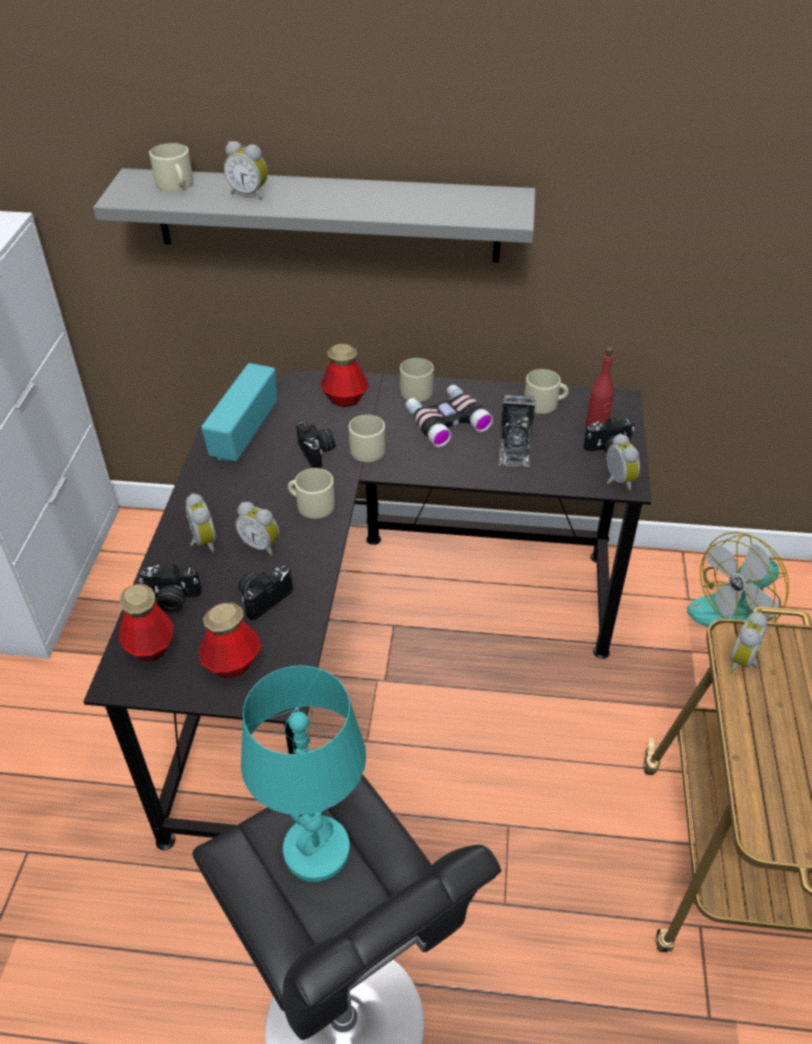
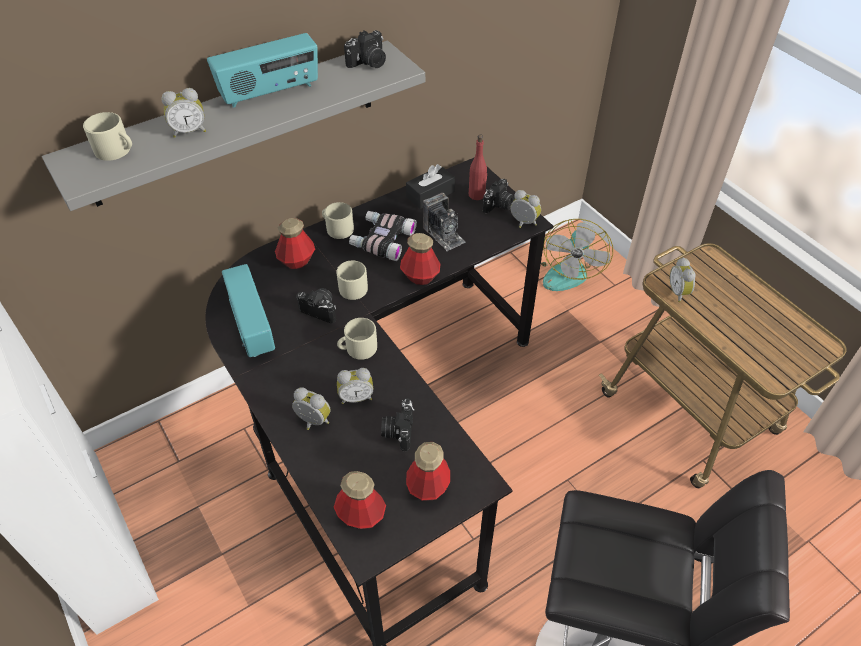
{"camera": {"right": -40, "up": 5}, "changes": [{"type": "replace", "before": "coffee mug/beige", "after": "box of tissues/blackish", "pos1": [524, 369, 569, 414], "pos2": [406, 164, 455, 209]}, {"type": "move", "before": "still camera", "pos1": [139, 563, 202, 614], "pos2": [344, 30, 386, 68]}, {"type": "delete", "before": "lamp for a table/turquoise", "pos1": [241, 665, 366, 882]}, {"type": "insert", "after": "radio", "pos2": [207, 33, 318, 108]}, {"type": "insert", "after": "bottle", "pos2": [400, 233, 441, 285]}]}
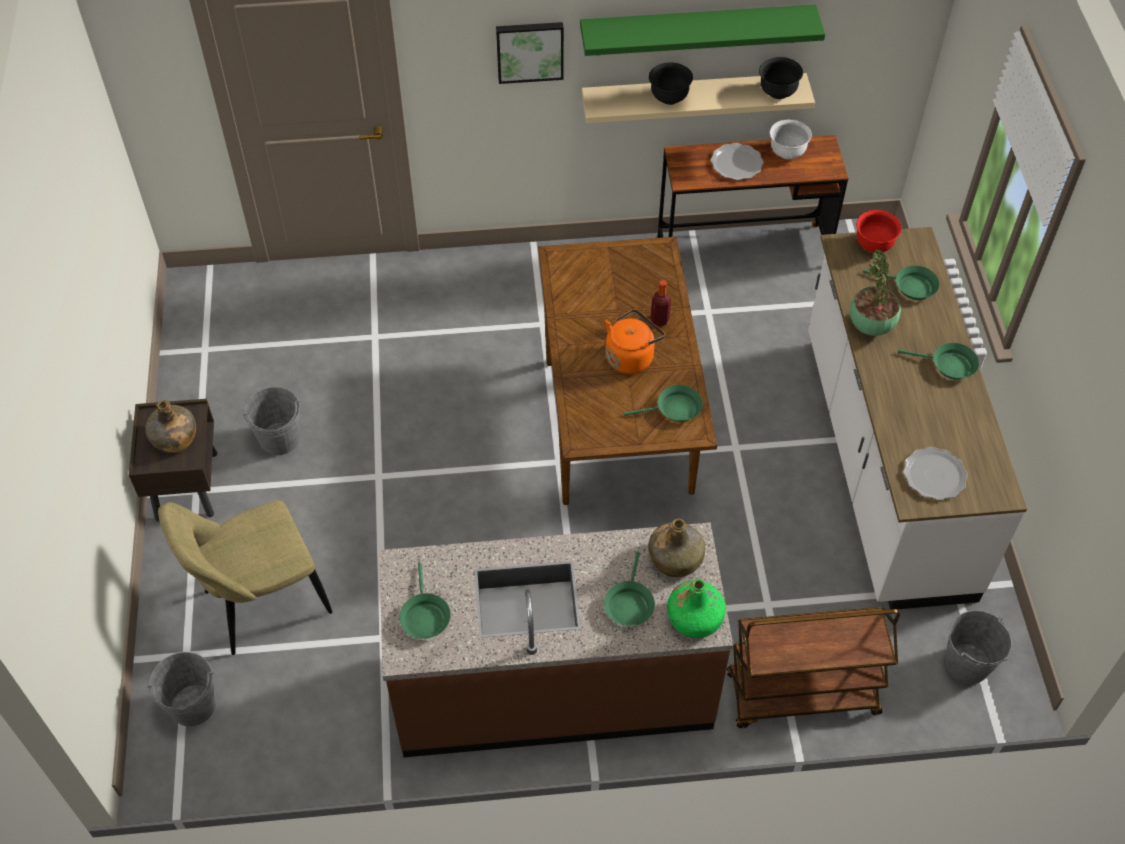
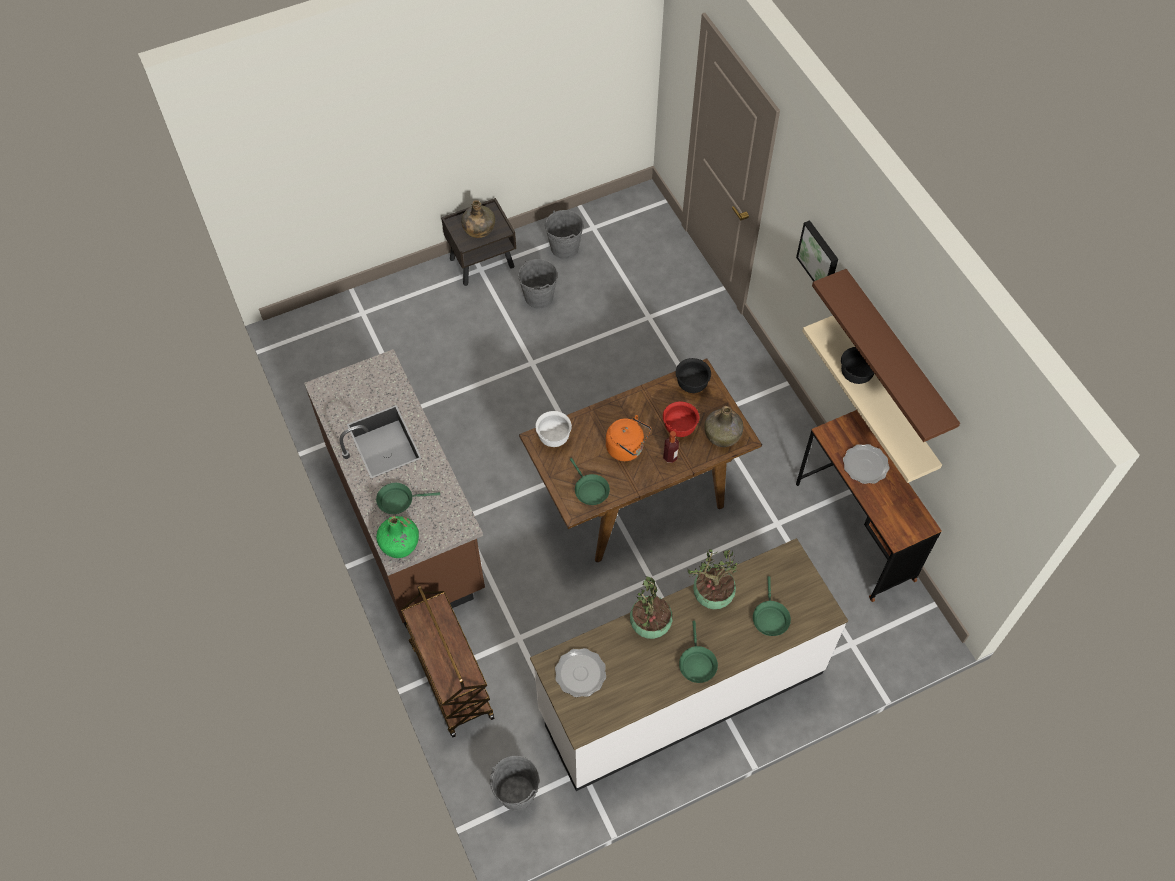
{"camera": {"right": 70, "up": 5}, "changes": [{"type": "recolor", "before": "wall shelf/green-coloured", "after": "wall shelf/brown", "pos1": [580, 5, 825, 56], "pos2": [812, 269, 960, 442]}, {"type": "move", "before": "bowl/blackish", "pos1": [759, 57, 803, 99], "pos2": [676, 358, 711, 393]}, {"type": "move", "before": "bowl/white", "pos1": [769, 119, 812, 159], "pos2": [535, 411, 572, 447]}, {"type": "move", "before": "bowl/red-coloured", "pos1": [856, 210, 902, 253], "pos2": [663, 402, 699, 437]}, {"type": "delete", "before": "chair/beige", "pos1": [158, 500, 332, 655]}, {"type": "move", "before": "bottle/green-coloured", "pos1": [648, 518, 705, 577], "pos2": [704, 406, 743, 447]}, {"type": "delete", "before": "pan/green-coloured", "pos1": [399, 563, 451, 639]}, {"type": "move", "before": "pail/greyish", "pos1": [147, 652, 216, 727], "pos2": [545, 210, 584, 259]}, {"type": "insert", "after": "houseplant", "pos2": [630, 577, 673, 639]}]}
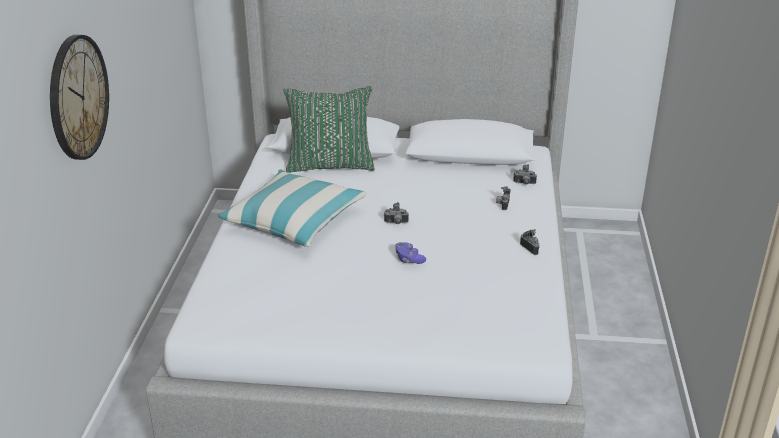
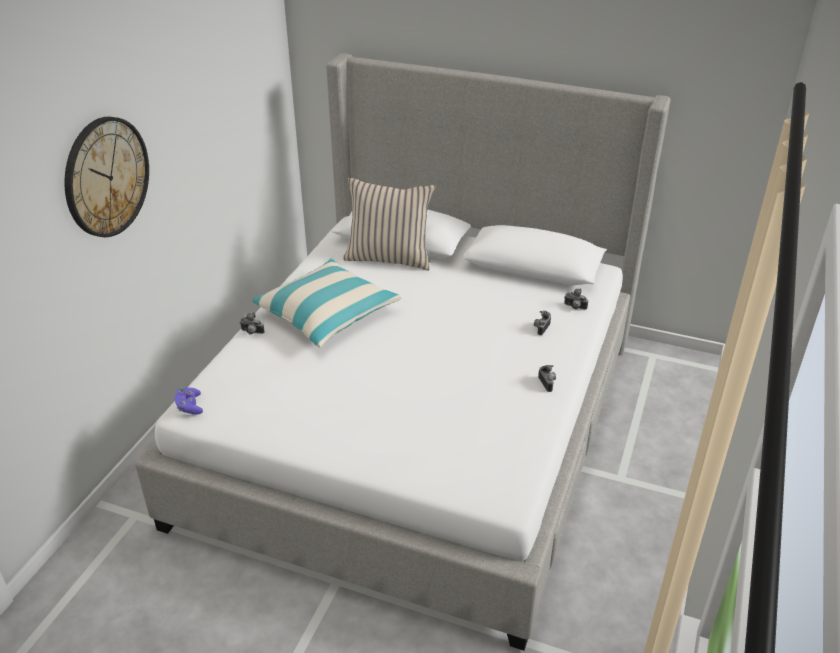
{"camera": {"right": 15, "up": 5}, "changes": [{"type": "recolor", "before": "pillow/green-coloured", "after": "pillow/beige", "pos1": [283, 86, 375, 172], "pos2": [343, 178, 436, 270]}, {"type": "move", "before": "still camera", "pos1": [384, 202, 409, 224], "pos2": [240, 312, 264, 335]}, {"type": "move", "before": "joypad/purple-coloured", "pos1": [395, 242, 426, 264], "pos2": [175, 387, 203, 415]}]}
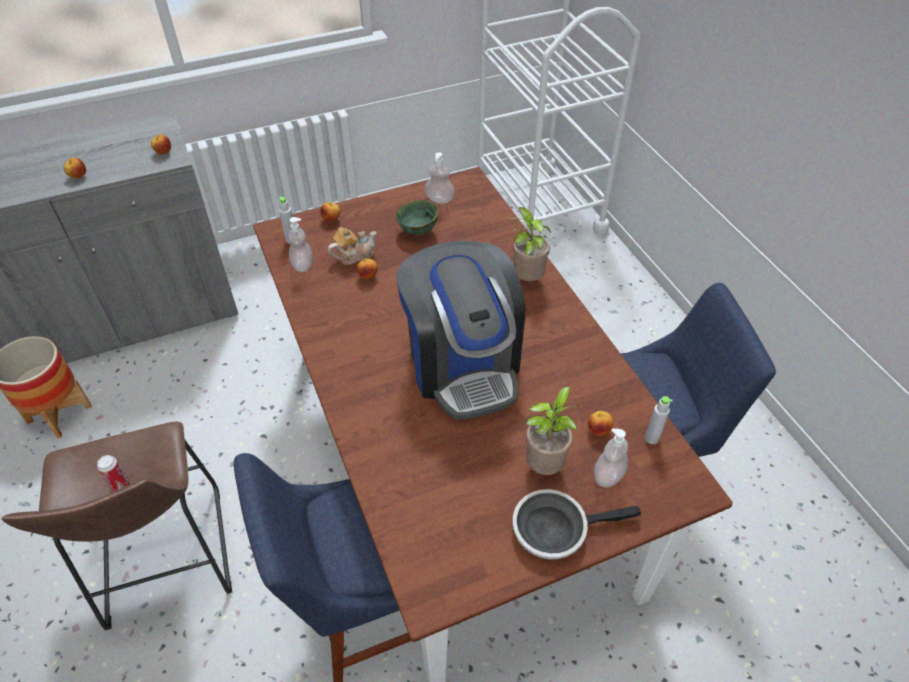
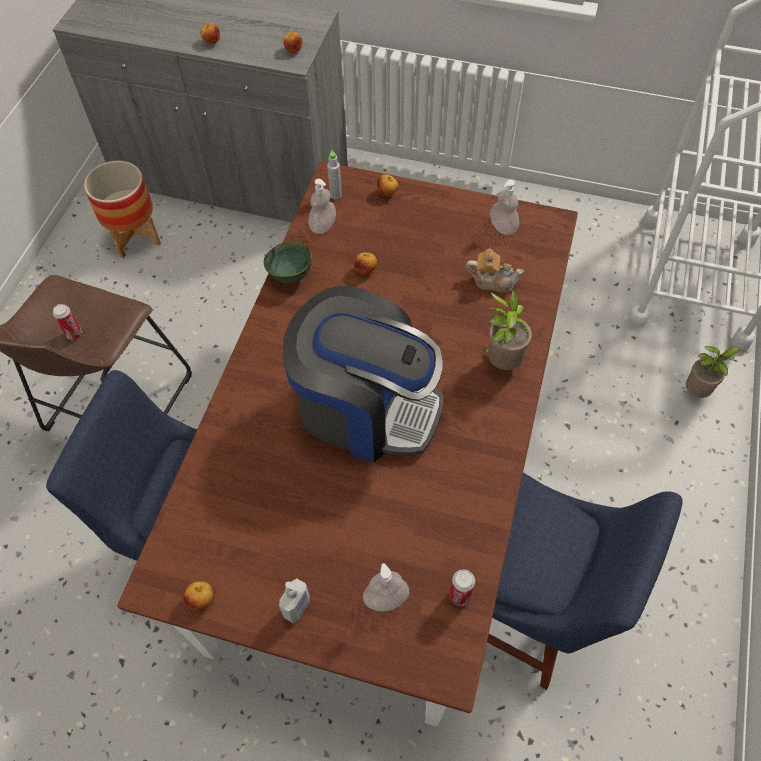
{"camera": {"right": 40, "up": 10}, "changes": [{"type": "move", "before": "bowl/green-coloured", "pos1": [396, 200, 438, 235], "pos2": [264, 242, 312, 283]}, {"type": "move", "before": "pot for tea", "pos1": [328, 227, 376, 265], "pos2": [466, 249, 524, 293]}, {"type": "rotate", "before": "coffee brewer", "pos1": [396, 241, 525, 420], "pos2": [283, 286, 443, 462], "turn": -90}, {"type": "move", "before": "houseplant", "pos1": [526, 386, 580, 475], "pos2": [686, 346, 740, 398]}, {"type": "replace", "before": "bottle/greyish", "after": "sealed can", "pos1": [645, 396, 673, 444], "pos2": [449, 569, 475, 606]}, {"type": "move", "before": "whole apple", "pos1": [588, 411, 614, 436], "pos2": [183, 581, 213, 610]}, {"type": "replace", "before": "pan", "after": "liquid soap bottle", "pos1": [512, 489, 641, 559], "pos2": [279, 578, 310, 623]}]}
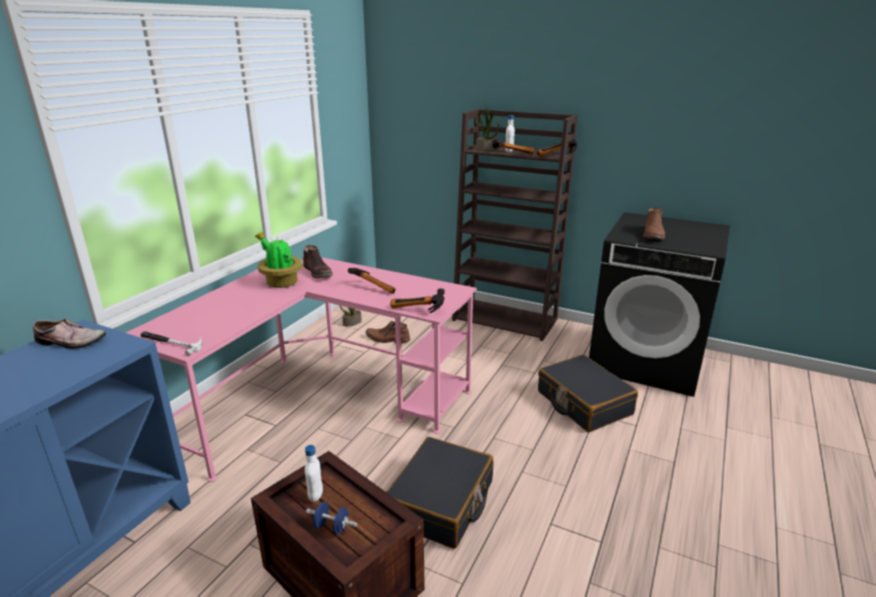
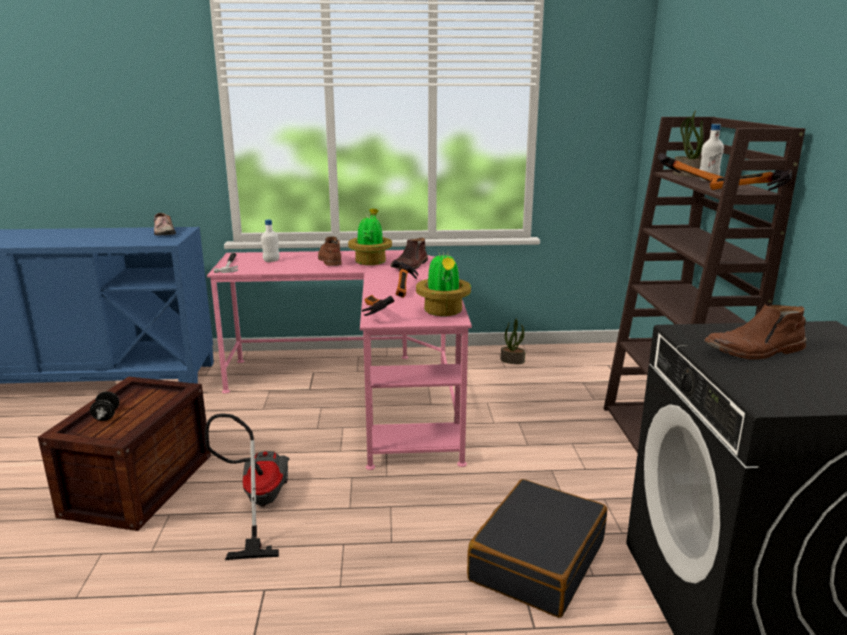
{"camera": {"right": 60, "up": -5}, "changes": [{"type": "move", "before": "boot/brown", "pos1": [365, 321, 410, 344], "pos2": [318, 236, 342, 266]}, {"type": "replace", "before": "piece of luggage/blackish", "after": "vacuum", "pos1": [386, 437, 494, 549], "pos2": [205, 414, 289, 560]}, {"type": "move", "before": "bottle/white", "pos1": [305, 445, 323, 502], "pos2": [261, 219, 280, 262]}, {"type": "recolor", "before": "dumbbell/blue-coloured", "after": "dumbbell/blackish", "pos1": [306, 502, 357, 535], "pos2": [90, 391, 119, 421]}, {"type": "insert", "after": "houseplant", "pos2": [416, 250, 471, 316]}]}
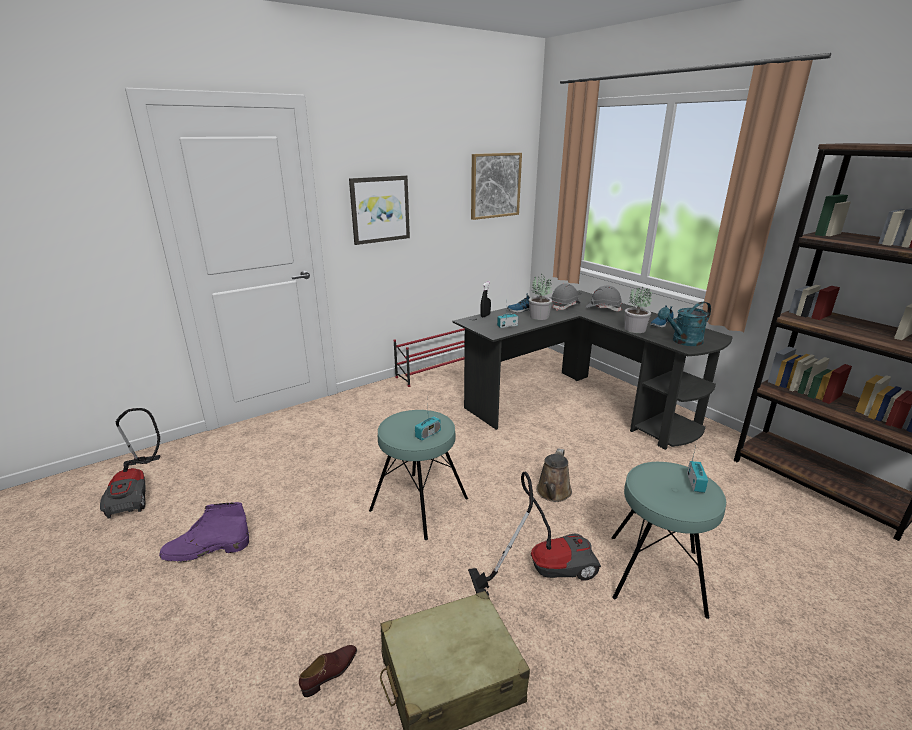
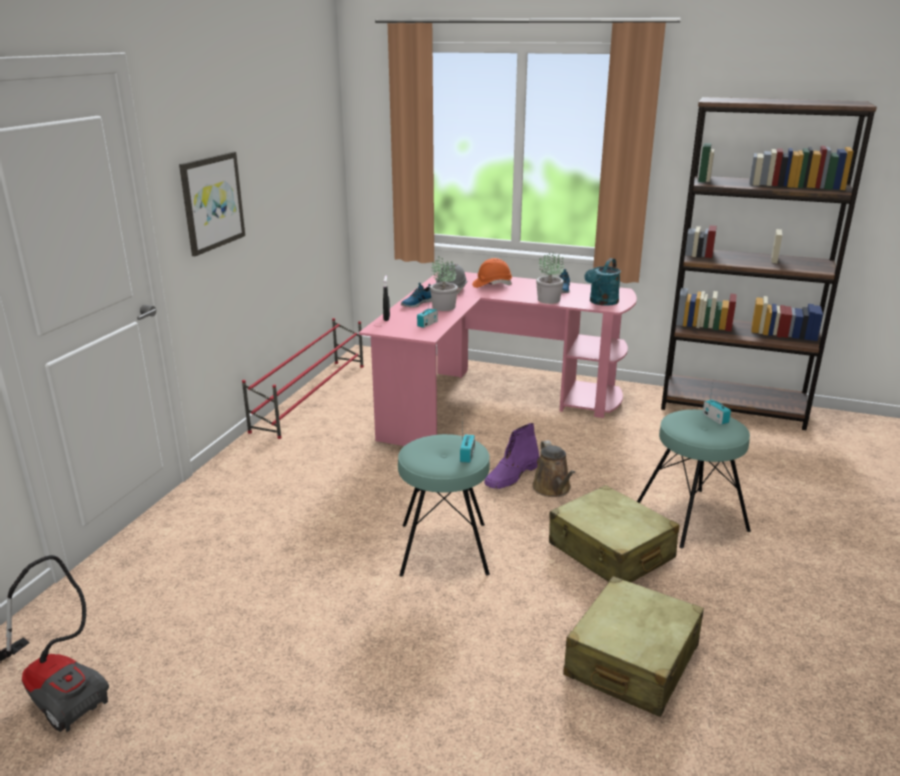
{"camera": {"right": -35, "up": 0}, "changes": [{"type": "delete", "before": "wall picture", "pos1": [471, 153, 522, 220]}, {"type": "recolor", "before": "work helmet/greyish", "after": "work helmet/orange", "pos1": [586, 285, 622, 311], "pos2": [472, 258, 512, 288]}, {"type": "recolor", "before": "desk/blackish", "after": "desk/pinkish", "pos1": [452, 290, 733, 450], "pos2": [359, 272, 637, 446]}, {"type": "replace", "before": "vacuum", "after": "piece of luggage/beige", "pos1": [468, 472, 601, 596], "pos2": [549, 485, 680, 582]}, {"type": "move", "before": "boot/purple-coloured", "pos1": [159, 502, 249, 563], "pos2": [484, 423, 540, 489]}, {"type": "delete", "before": "shoe/brown", "pos1": [299, 645, 357, 697]}]}
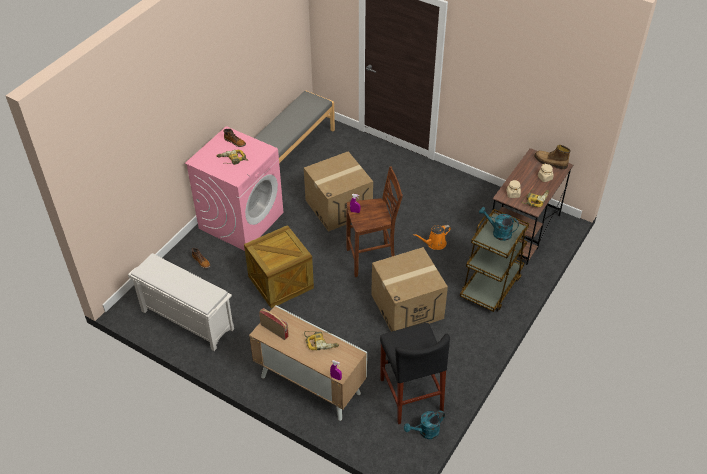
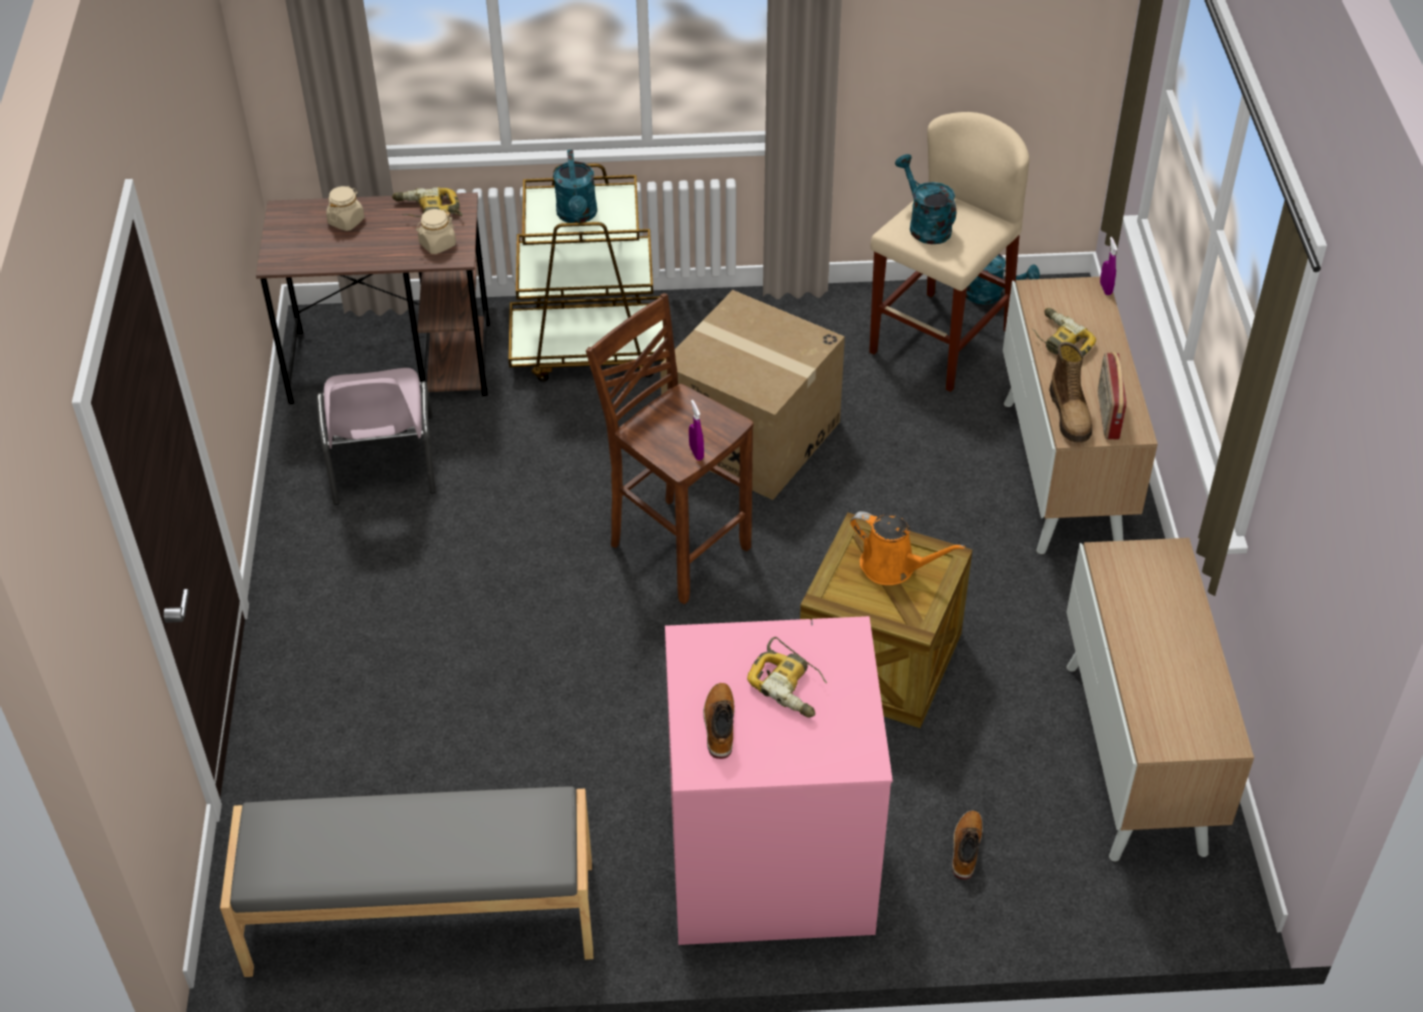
{"camera": {"right": -125, "up": 0}, "changes": [{"type": "move", "before": "boot", "pos1": [534, 145, 570, 169], "pos2": [1049, 342, 1092, 443]}, {"type": "delete", "before": "carton", "pos1": [304, 151, 373, 232]}, {"type": "move", "before": "sprinkling can/orange", "pos1": [413, 225, 451, 250], "pos2": [850, 511, 965, 585]}, {"type": "replace", "before": "shoe rack/white", "after": "cupboard", "pos1": [128, 253, 234, 351], "pos2": [1066, 538, 1254, 861]}, {"type": "recolor", "before": "stool seat/blackish", "after": "stool seat/beige", "pos1": [380, 323, 450, 424], "pos2": [869, 112, 1029, 392]}, {"type": "insert", "after": "sprinkling can/turquoise", "pos2": [895, 154, 956, 244]}, {"type": "insert", "after": "chair/pinkish", "pos2": [317, 368, 436, 505]}]}
